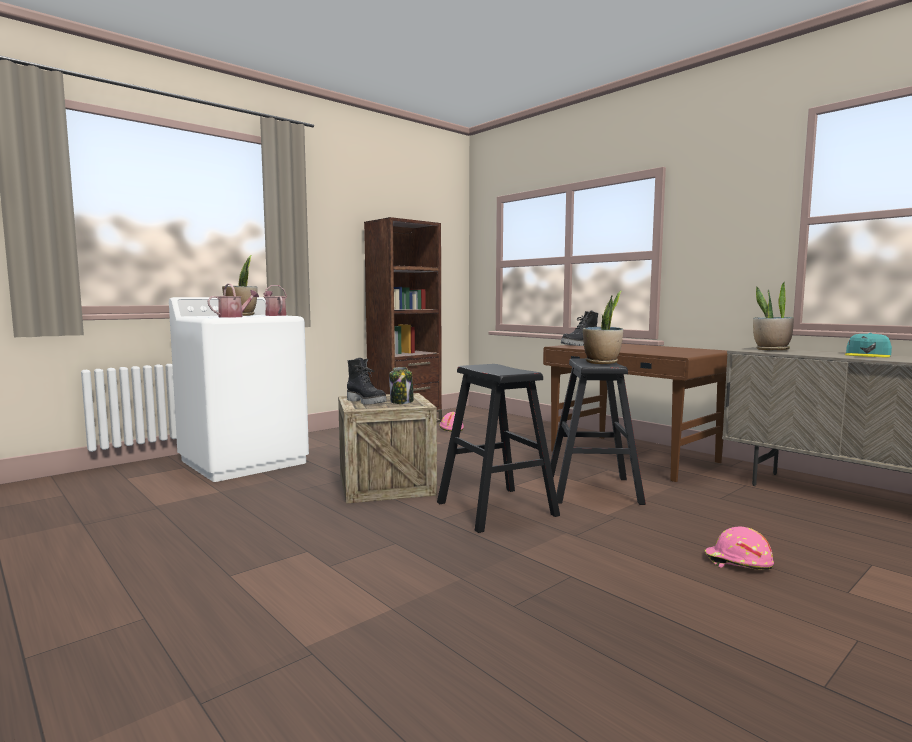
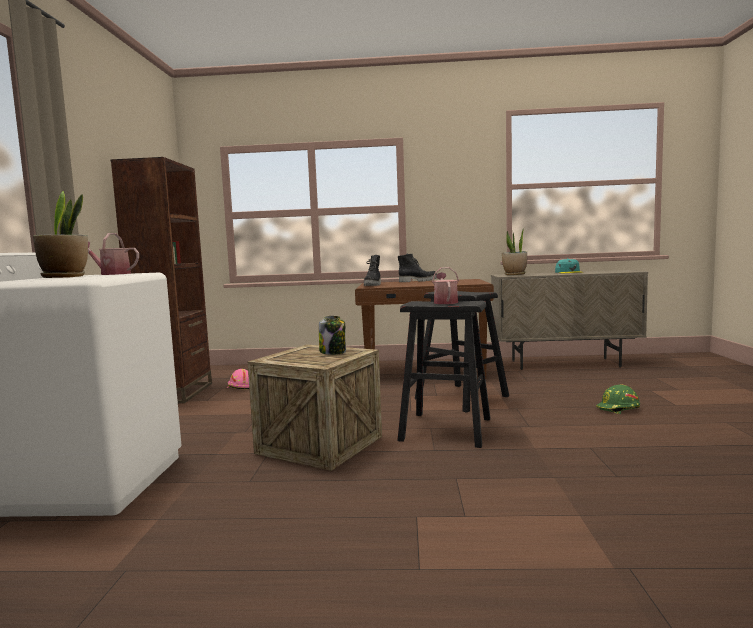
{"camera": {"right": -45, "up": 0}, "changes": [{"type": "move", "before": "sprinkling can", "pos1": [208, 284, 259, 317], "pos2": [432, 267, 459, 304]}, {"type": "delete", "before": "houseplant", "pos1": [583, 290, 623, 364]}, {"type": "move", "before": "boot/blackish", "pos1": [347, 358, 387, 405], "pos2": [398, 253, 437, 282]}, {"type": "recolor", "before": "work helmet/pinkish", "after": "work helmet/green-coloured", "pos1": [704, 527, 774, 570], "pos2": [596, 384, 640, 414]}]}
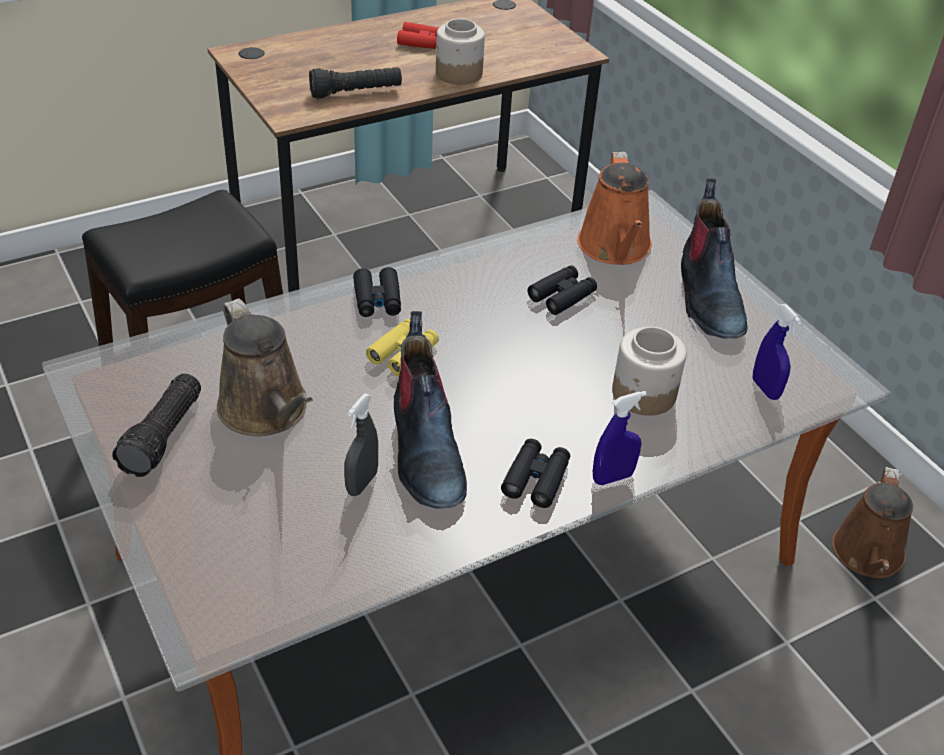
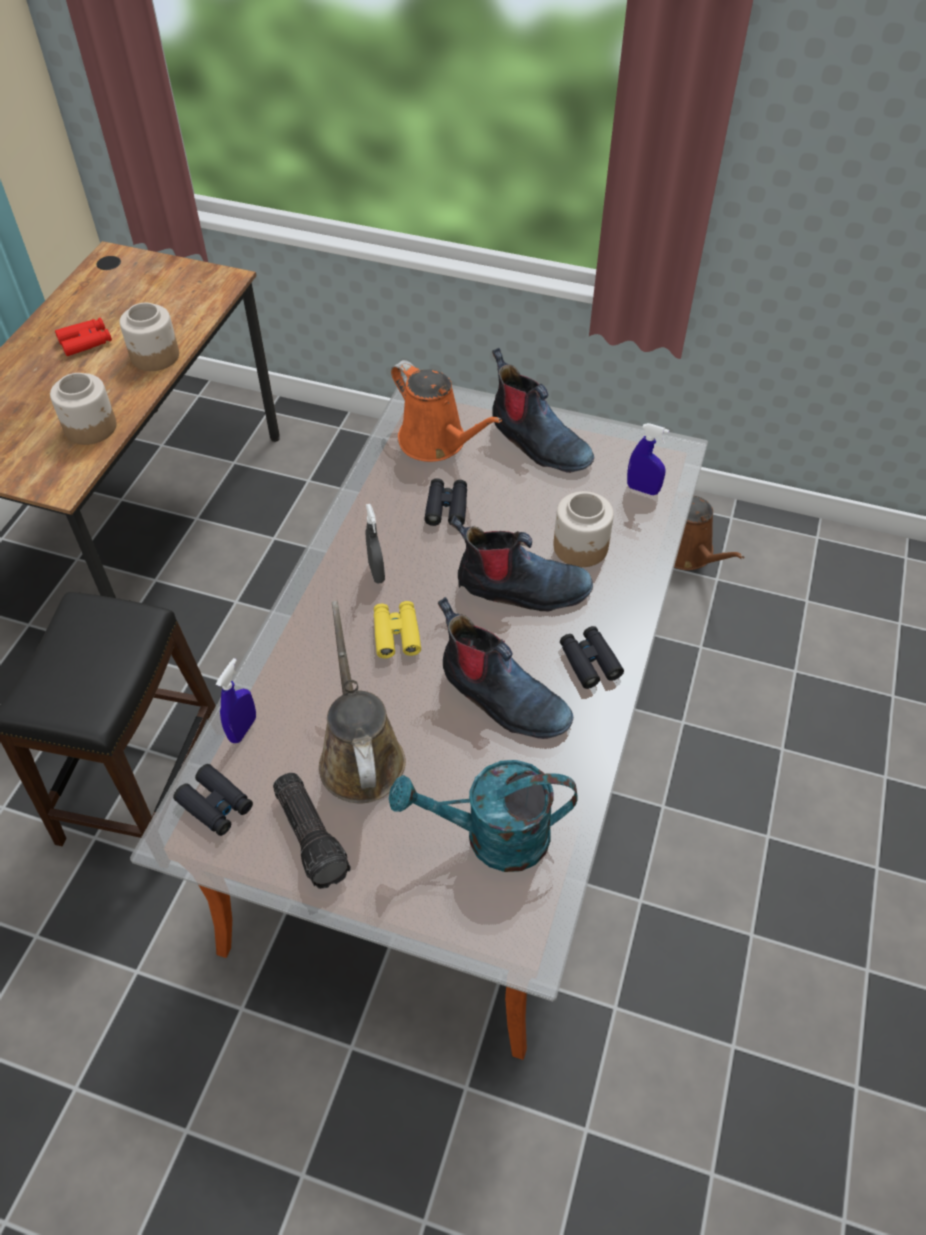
{"camera": {"right": -40, "up": 10}, "changes": [{"type": "replace", "before": "torch/blackish", "after": "preserve jar", "pos1": [309, 67, 402, 99], "pos2": [50, 373, 116, 445]}, {"type": "move", "before": "field glasses/blackish", "pos1": [353, 267, 401, 317], "pos2": [173, 764, 253, 836]}, {"type": "rotate", "before": "sprinkling can/brown", "pos1": [217, 298, 313, 436], "pos2": [319, 601, 406, 803], "turn": -120}, {"type": "move", "before": "spray bottle/blue-coloured", "pos1": [593, 391, 647, 485], "pos2": [216, 658, 256, 743]}, {"type": "move", "before": "spray bottle/greyish", "pos1": [344, 394, 378, 496], "pos2": [365, 504, 385, 584]}, {"type": "insert", "after": "boot", "pos2": [450, 516, 593, 612]}, {"type": "insert", "after": "sprinkling can/turquoise", "pos2": [389, 760, 578, 872]}]}
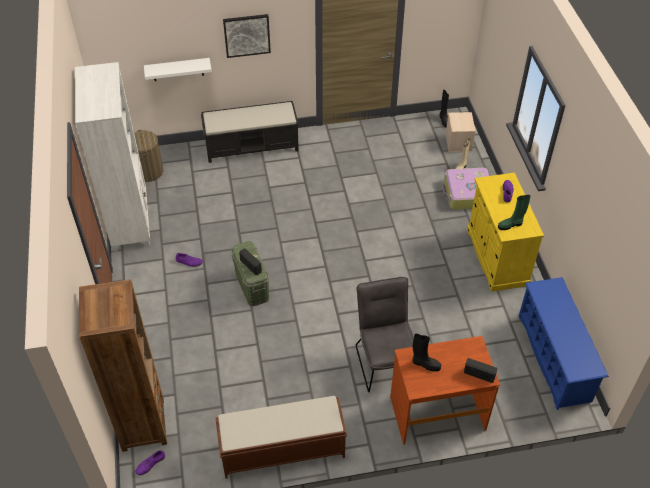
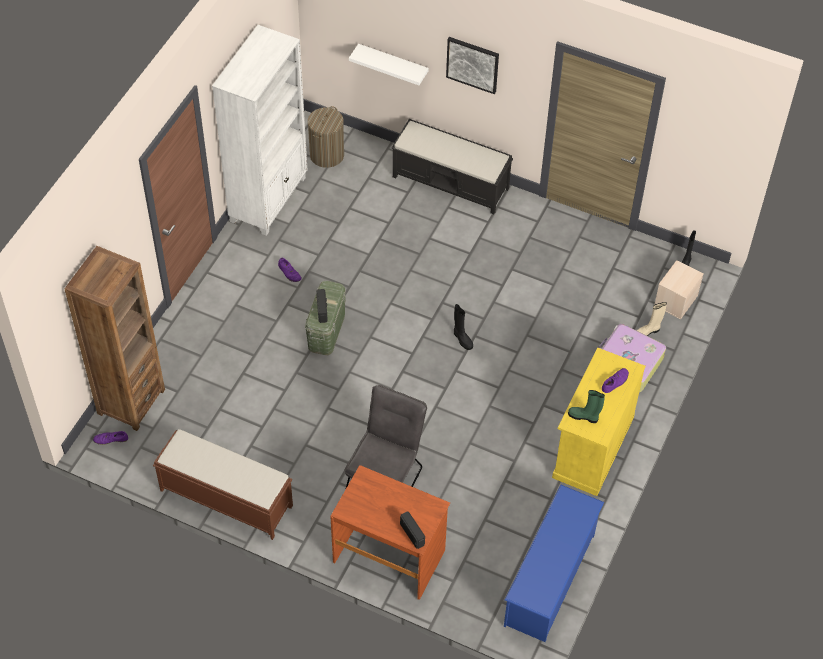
{"camera": {"right": 35, "up": 5}, "changes": [{"type": "move", "before": "boot/blackish", "pos1": [413, 334, 441, 371], "pos2": [454, 304, 473, 350]}]}
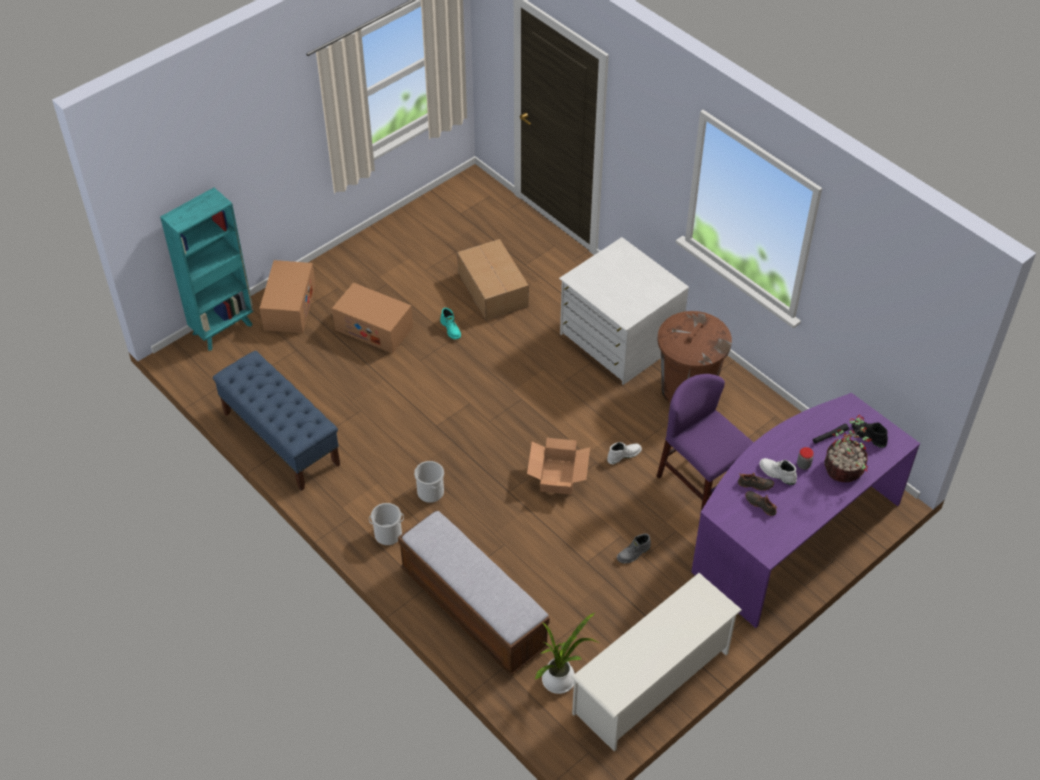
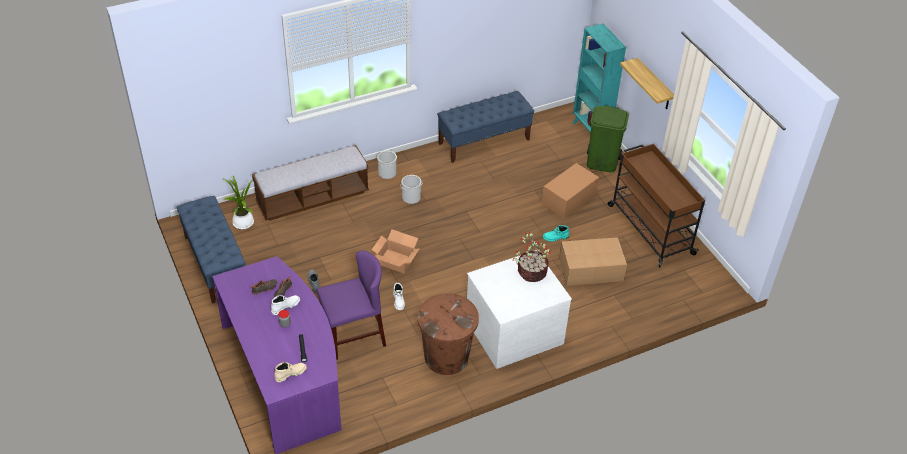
{"camera": {"right": 105, "up": -5}, "changes": [{"type": "replace", "before": "carton", "after": "trash can/green-coloured", "pos1": [260, 260, 316, 333], "pos2": [587, 105, 629, 173]}, {"type": "move", "before": "houseplant", "pos1": [825, 415, 872, 482], "pos2": [513, 232, 552, 282]}, {"type": "recolor", "before": "boot/blackish", "after": "boot/beige", "pos1": [852, 420, 888, 448], "pos2": [274, 362, 307, 382]}, {"type": "replace", "before": "shoe rack/white", "after": "long seat/blue-coloured", "pos1": [571, 573, 742, 752], "pos2": [177, 196, 246, 304]}, {"type": "insert", "after": "wall shelf", "pos2": [620, 58, 674, 109]}, {"type": "insert", "after": "wheeled cart/brown", "pos2": [608, 144, 705, 267]}]}
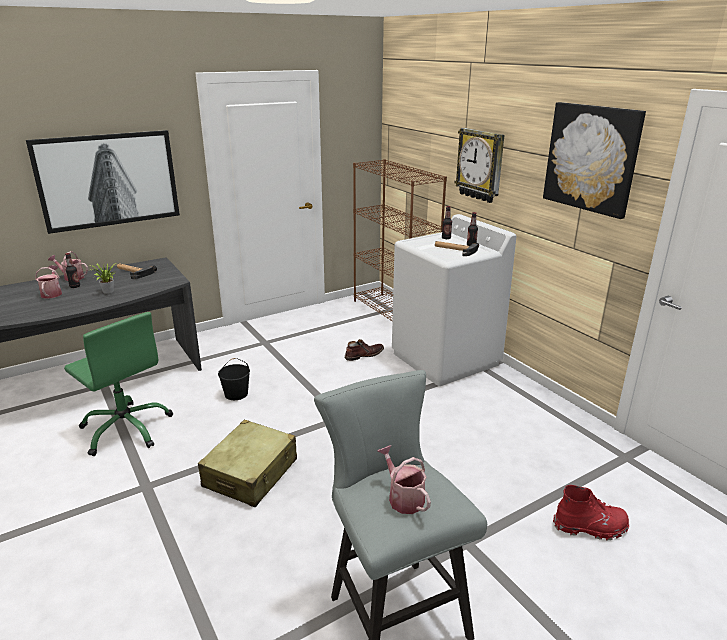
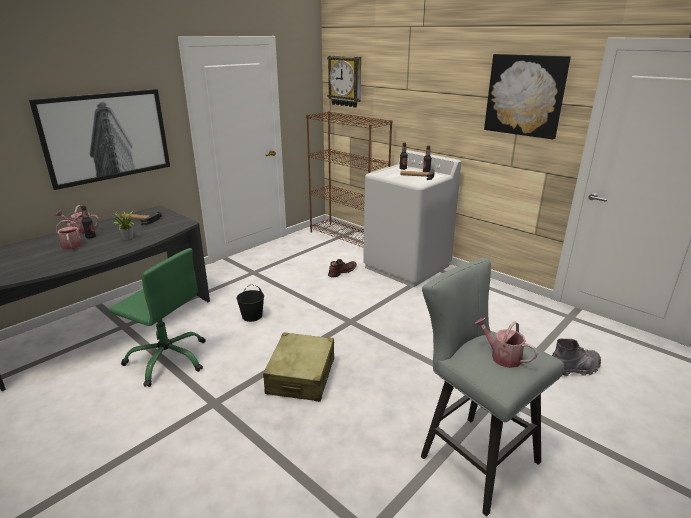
{"camera": {"right": -15, "up": 0}, "changes": [{"type": "move", "before": "hanging clock", "pos1": [454, 128, 504, 203], "pos2": [327, 56, 361, 107]}, {"type": "recolor", "before": "boot/red-coloured", "after": "boot/greyish", "pos1": [553, 485, 630, 540], "pos2": [552, 339, 601, 376]}]}
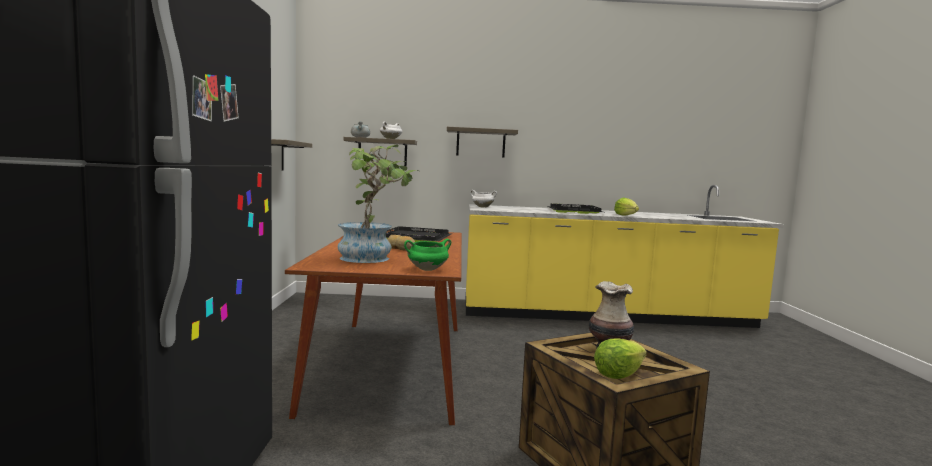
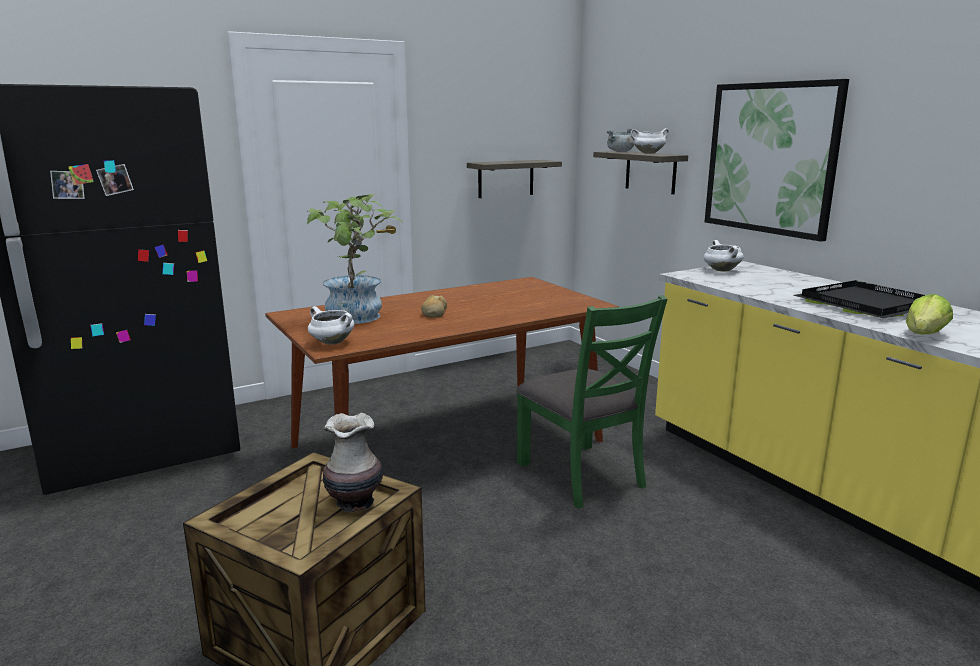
{"camera": {"right": 60, "up": 10}, "changes": [{"type": "replace", "before": "wall shelf", "after": "wall picture", "pos1": [447, 127, 518, 158], "pos2": [705, 79, 849, 242]}, {"type": "delete", "before": "serving tray/blackish", "pos1": [386, 226, 452, 242]}, {"type": "recolor", "before": "saucepot/green-coloured", "after": "saucepot/white", "pos1": [404, 239, 451, 271], "pos2": [308, 306, 354, 345]}, {"type": "delete", "before": "head of lettuce", "pos1": [594, 338, 647, 379]}, {"type": "insert", "after": "chair/green-coloured", "pos2": [516, 295, 667, 509]}]}
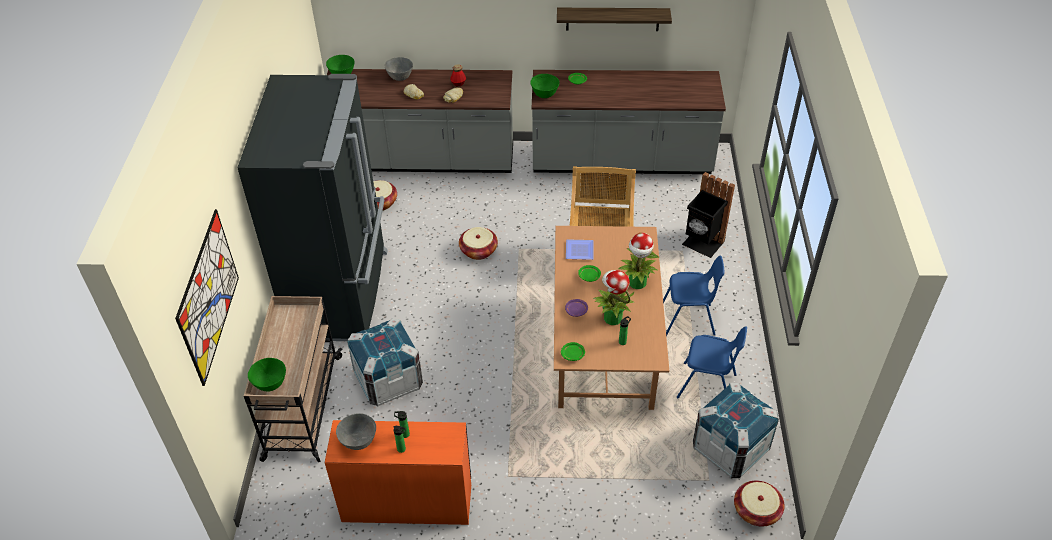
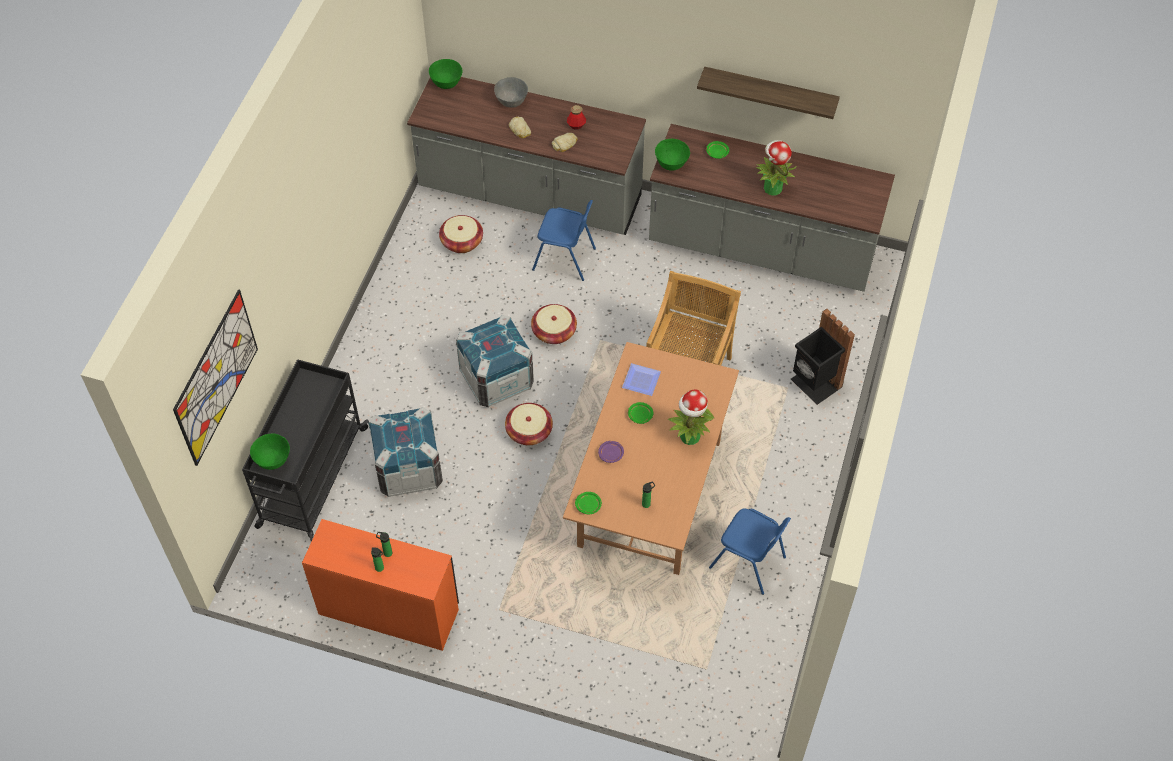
{"camera": {"right": 15, "up": 10}, "changes": [{"type": "delete", "before": "fridge/blackish", "pos1": [237, 74, 388, 341]}, {"type": "move", "before": "chair/blue-coloured", "pos1": [663, 256, 725, 336], "pos2": [532, 200, 596, 281]}, {"type": "move", "before": "houseplant", "pos1": [593, 270, 634, 325], "pos2": [756, 140, 797, 196]}, {"type": "recolor", "before": "wheeled cart/beige", "after": "wheeled cart/blackish", "pos1": [244, 296, 343, 463], "pos2": [242, 359, 369, 541]}, {"type": "move", "before": "packing crate", "pos1": [693, 383, 779, 478], "pos2": [456, 315, 534, 407]}, {"type": "delete", "before": "bowl/greyish", "pos1": [336, 413, 376, 450]}, {"type": "move", "before": "basket", "pos1": [734, 481, 784, 526], "pos2": [505, 403, 553, 445]}]}
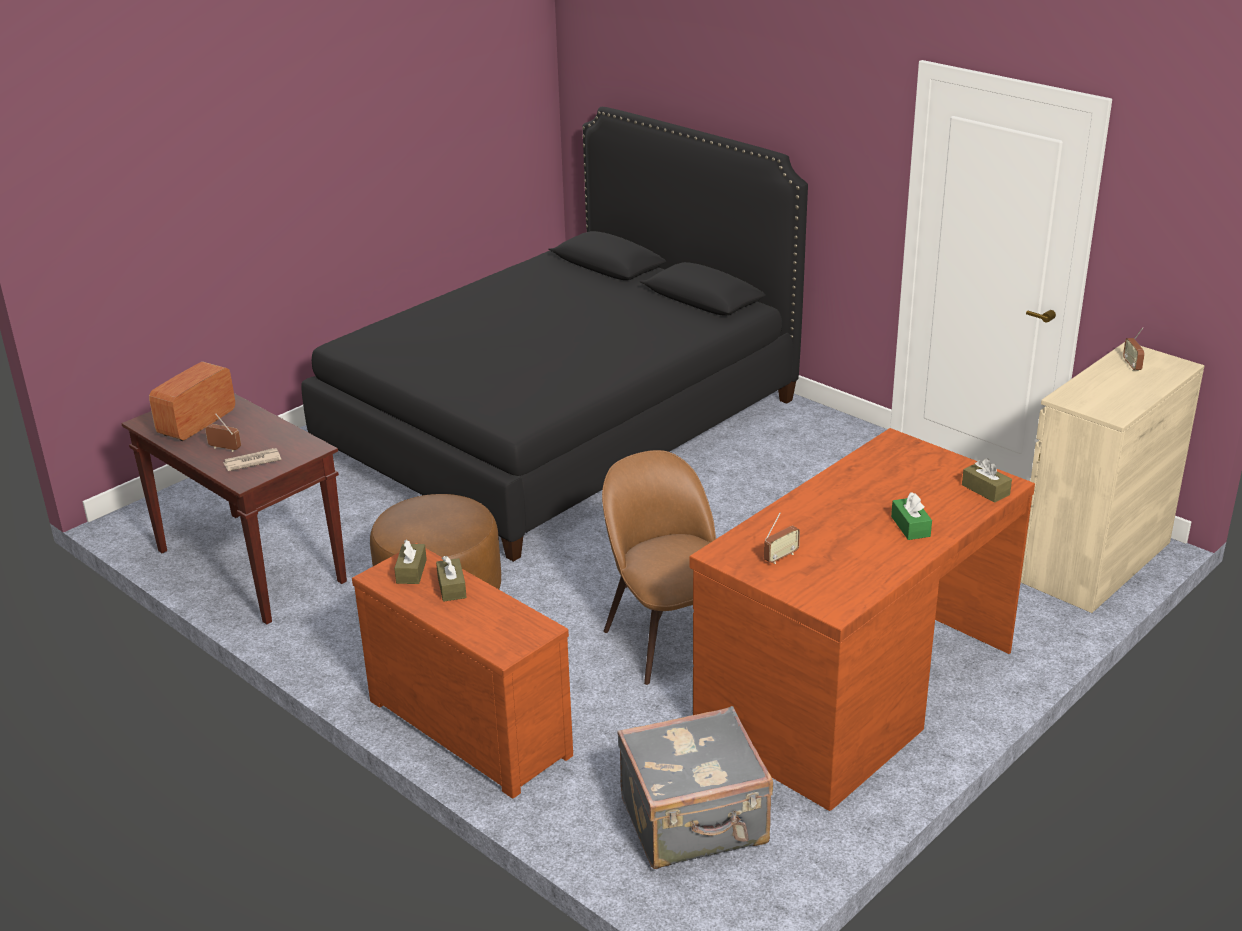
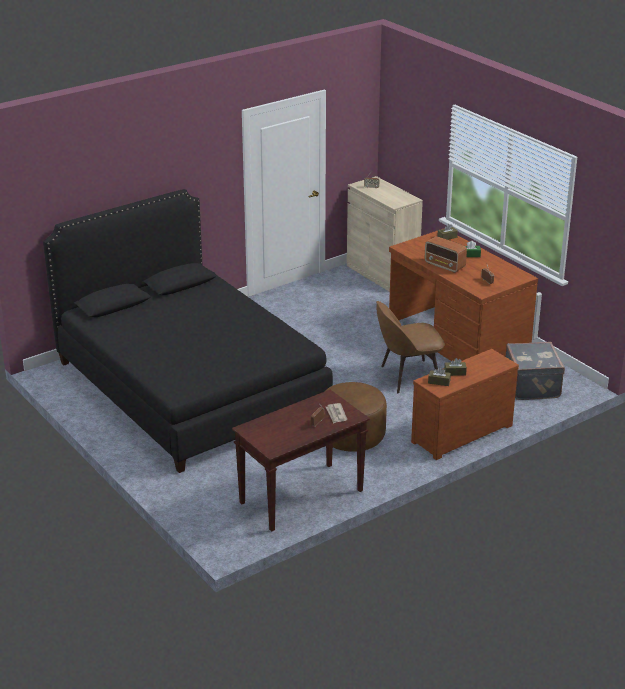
{"camera": {"right": -80, "up": 0}, "changes": [{"type": "move", "before": "radio", "pos1": [149, 362, 235, 441], "pos2": [425, 236, 467, 273]}]}
